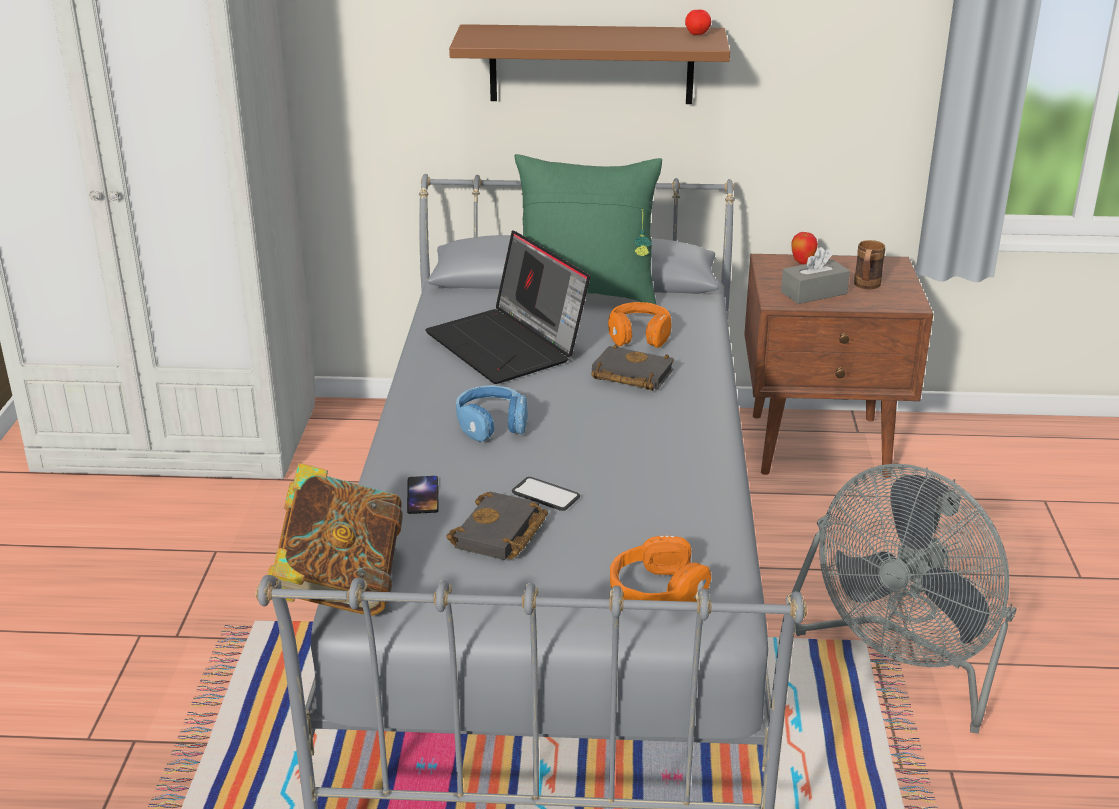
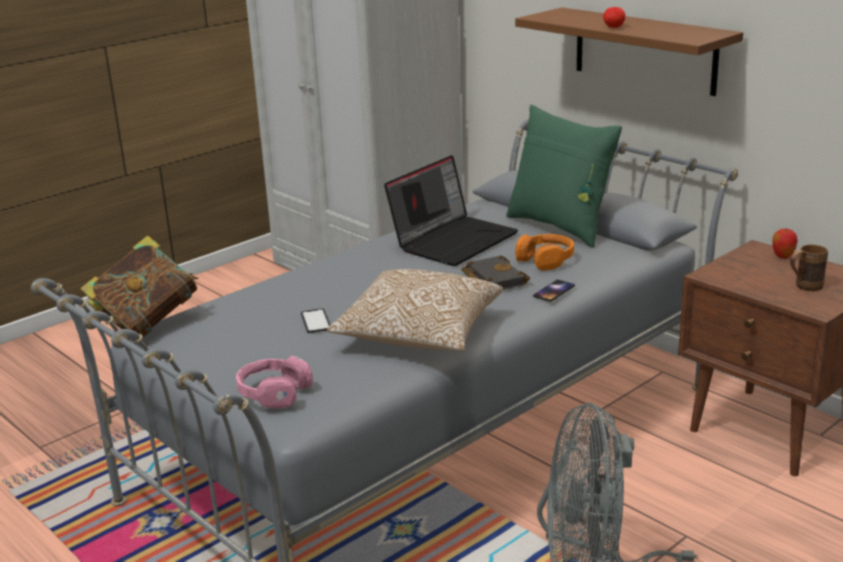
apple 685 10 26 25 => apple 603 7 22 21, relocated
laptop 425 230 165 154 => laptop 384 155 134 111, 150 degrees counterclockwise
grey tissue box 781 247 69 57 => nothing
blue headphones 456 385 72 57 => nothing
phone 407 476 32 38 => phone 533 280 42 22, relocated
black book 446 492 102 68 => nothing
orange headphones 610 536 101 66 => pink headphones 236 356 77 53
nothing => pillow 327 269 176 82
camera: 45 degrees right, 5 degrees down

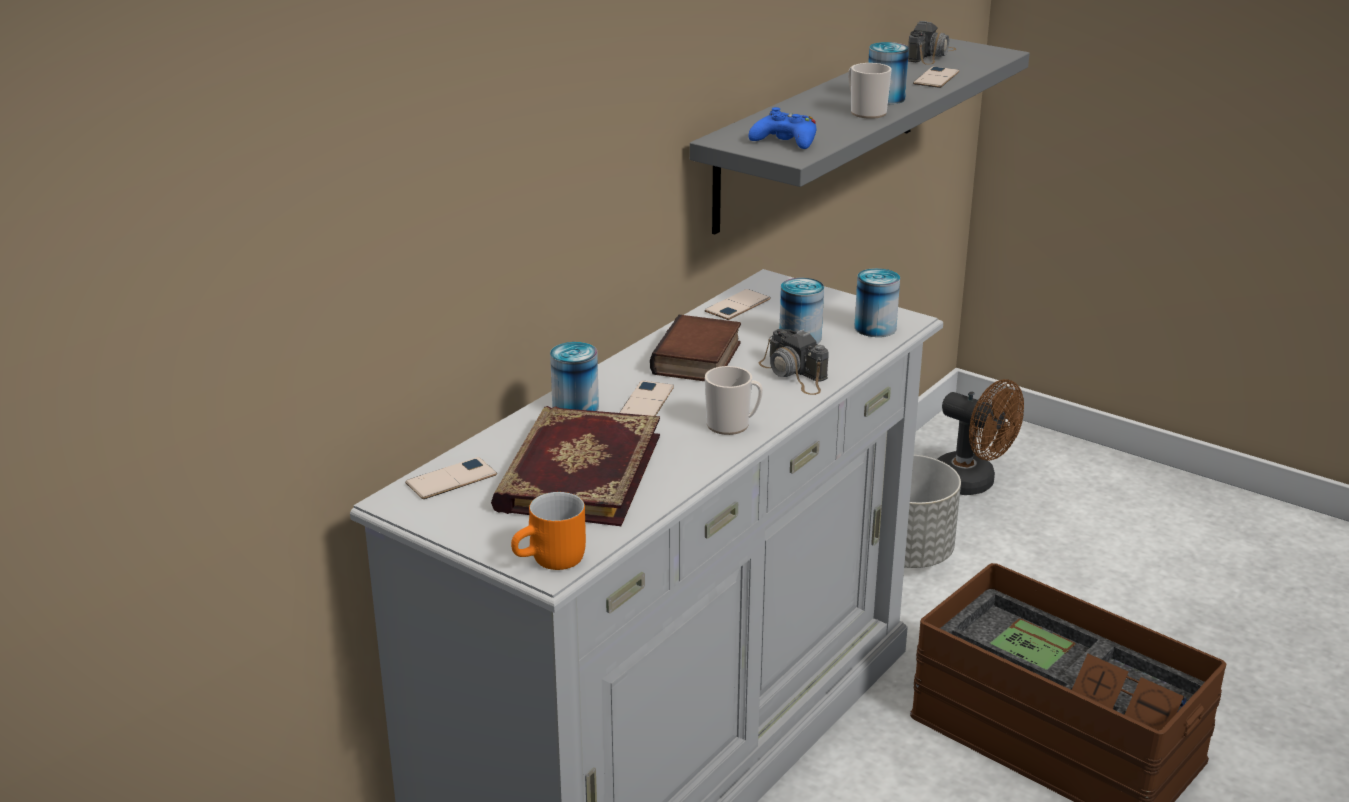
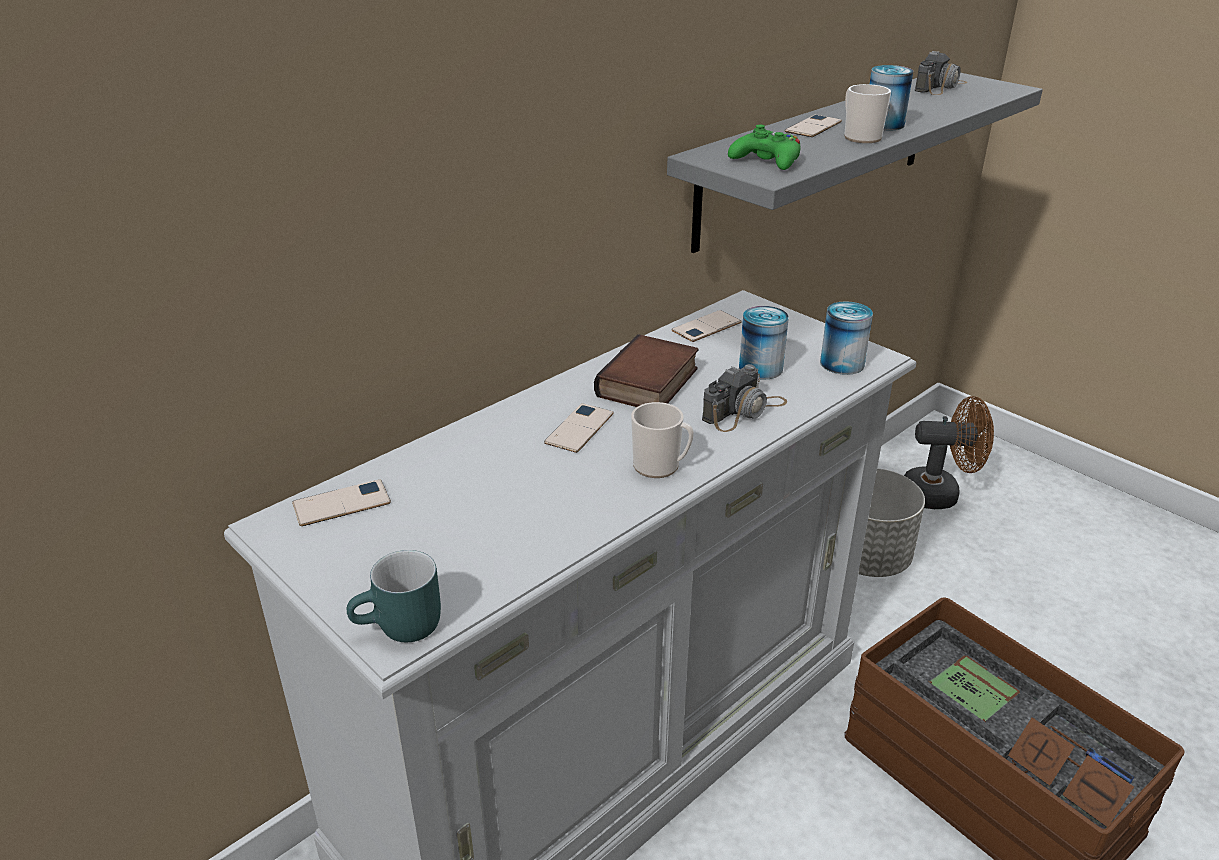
phone 913 66 46 22 => phone 785 115 57 22, relocated
blue game controller 749 107 67 42 => green game controller 728 125 72 45
photo camera 758 329 71 66 => photo camera 702 364 85 68, 105 degrees counterclockwise
can 550 342 49 69 => nothing
brown fan 937 379 87 116 => brown fan 904 396 90 113, 45 degrees counterclockwise
book 491 406 169 120 => nothing
orange mug 511 492 75 78 => turquoise mug 346 550 95 93
camera: 10 degrees right, 5 degrees up

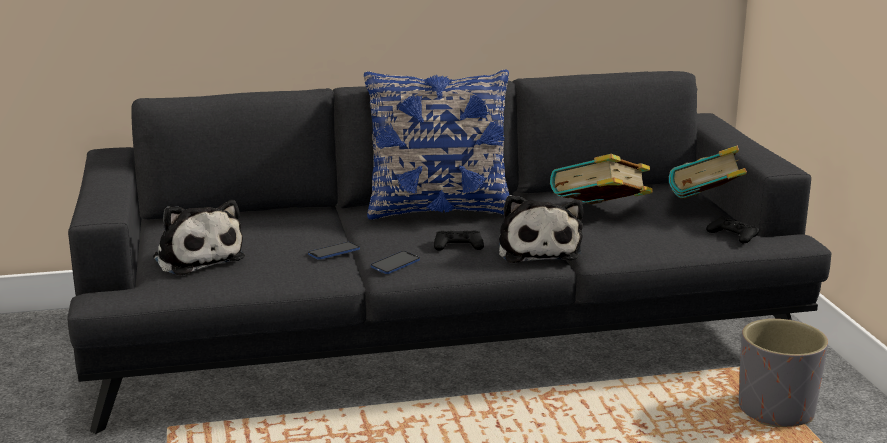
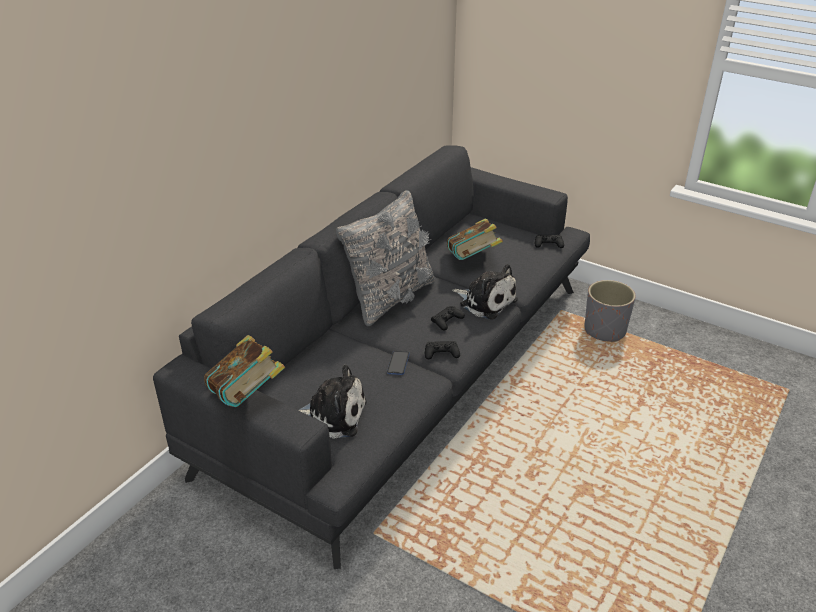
blue pillow 364 70 145 150 => grey pillow 336 190 99 136
book 669 146 78 53 => book 204 335 81 72, relocated
phone 371 251 49 23 => black game controller 425 341 35 18
camera: 45 degrees left, 15 degrees up

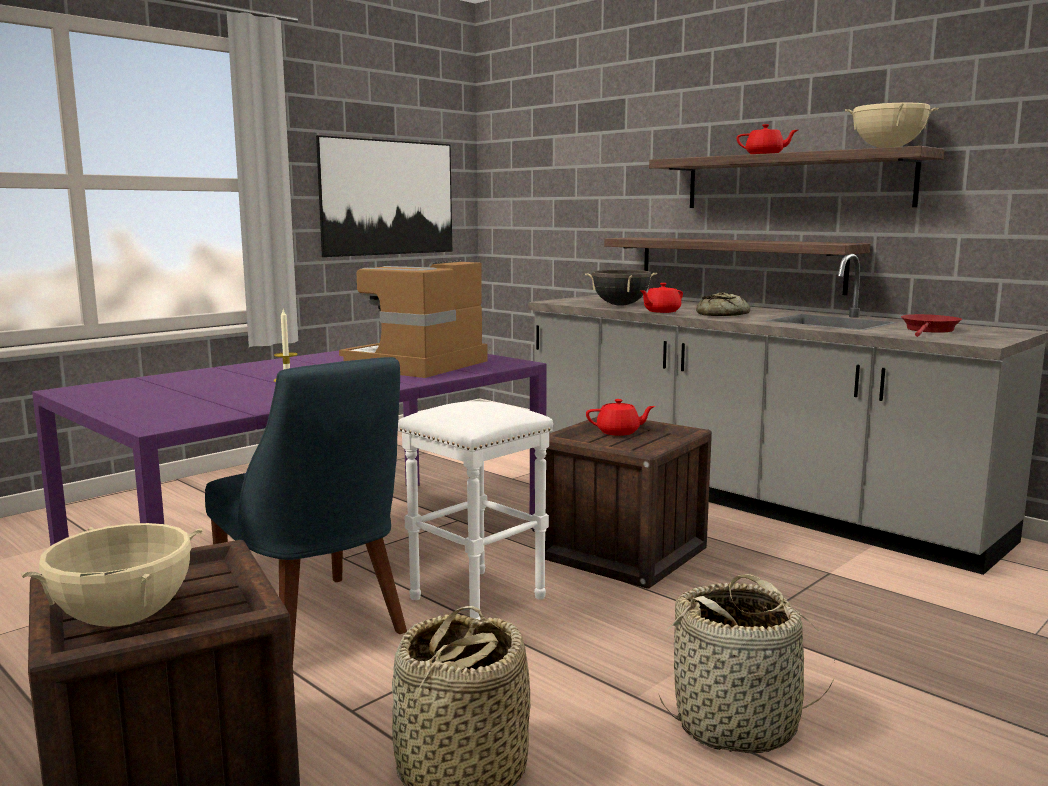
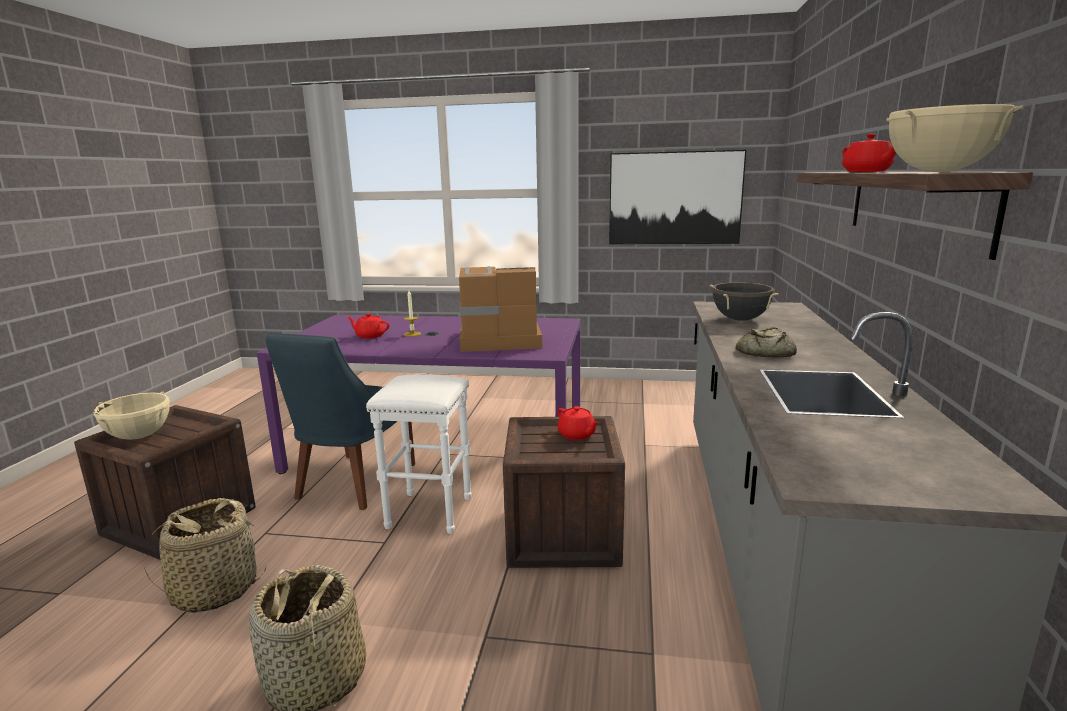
shelf 604 237 266 58 => nothing
red teapot 641 283 42 30 => red teapot 347 313 43 26, relocated
red frying pan 901 314 61 23 => nothing
camera: 55 degrees right, 5 degrees up

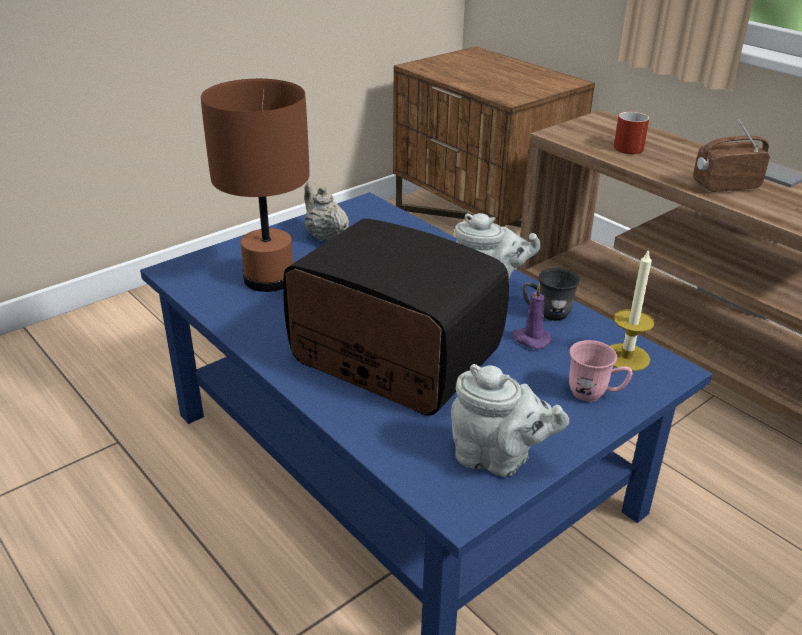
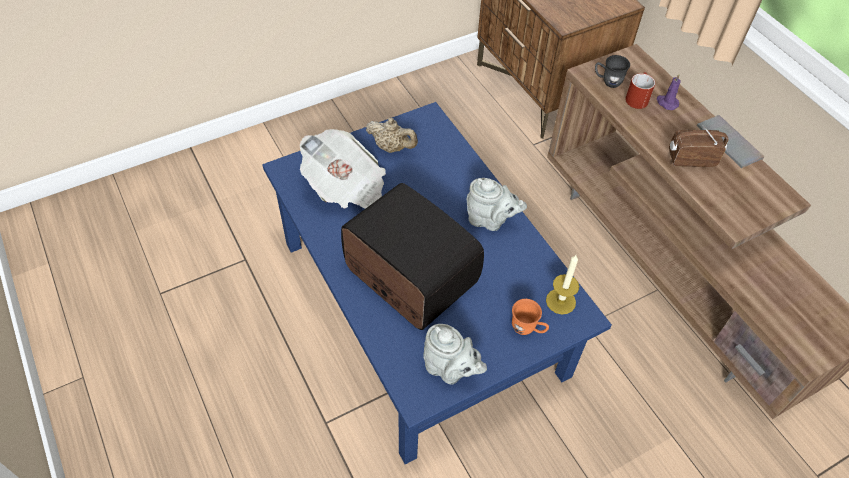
brown table lamp 201 79 108 213 => newspaper 300 129 86 80
beige teapot 304 181 45 60 => beige teapot 366 118 52 35, 135 degrees clockwise
grey mug 522 268 58 53 => grey mug 595 55 35 33, relocated
purple candle 513 283 39 66 => purple candle 657 74 23 36, relocated
pink mug 569 340 64 61 => orange mug 512 299 37 36
camera: 10 degrees right, 20 degrees up

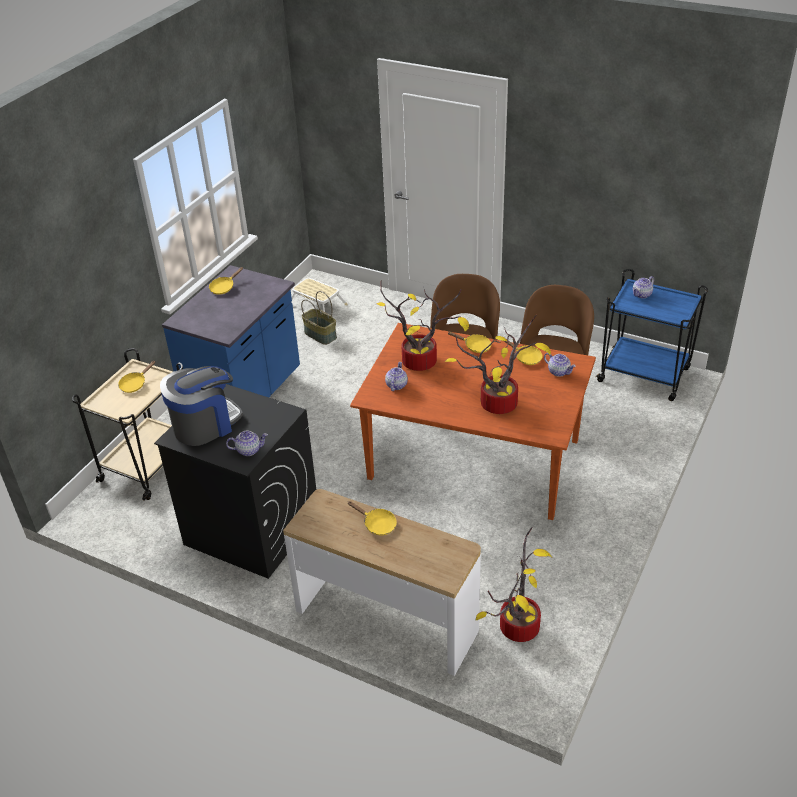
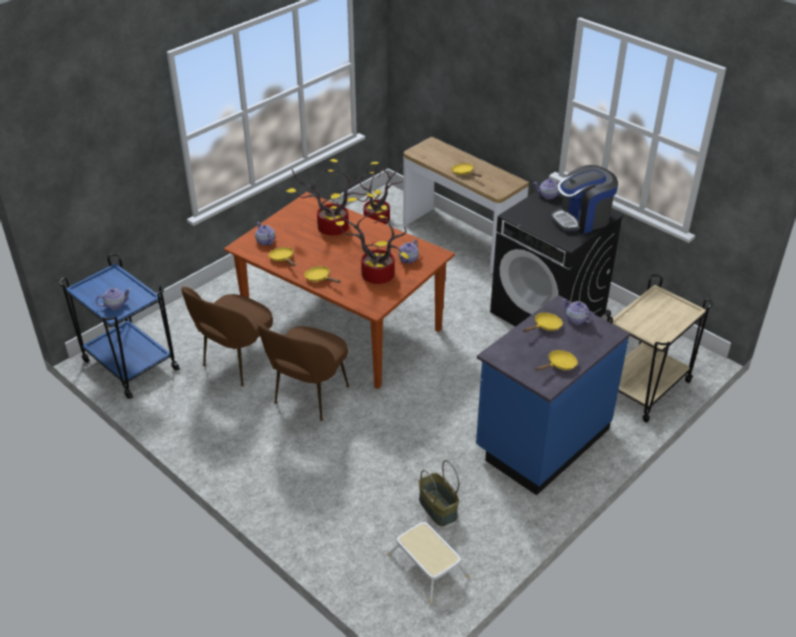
yellow frying pan 118 361 37 32 => yellow frying pan 523 313 40 19, relocated
nothing => teapot 563 299 31 26
camera: 165 degrees left, 0 degrees up

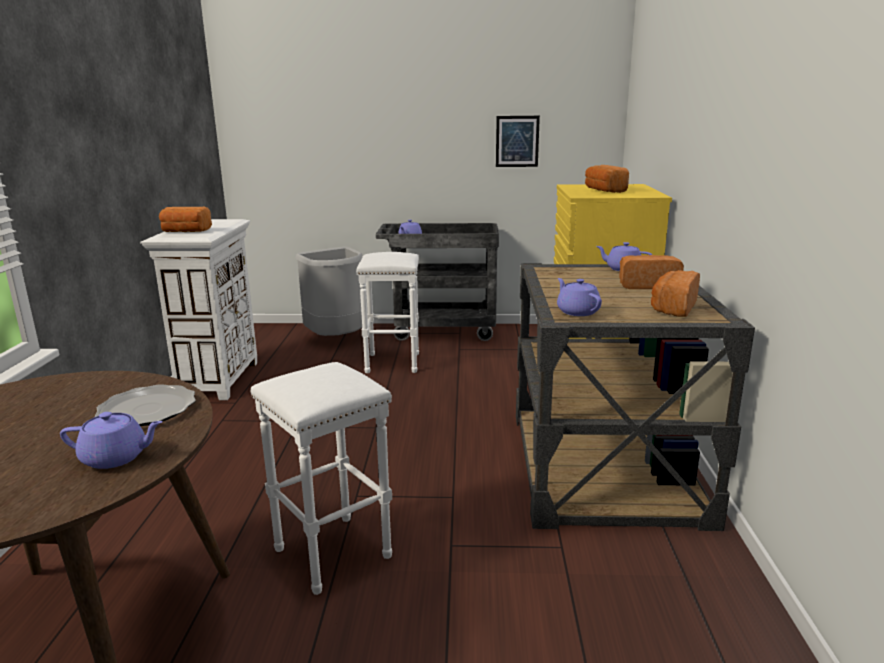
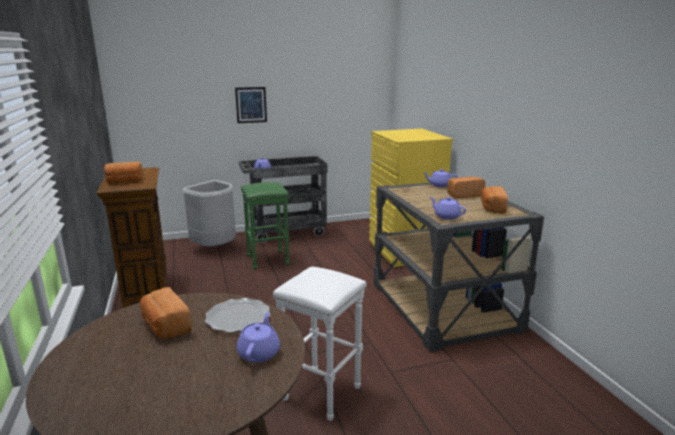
picture 496 116 44 51 => picture 235 87 32 36, relocated
bread 585 165 44 28 => bread 140 287 52 52, relocated
white cabinet 140 219 117 181 => brown cabinet 96 167 71 141
white stool 356 252 63 121 => green stool 241 182 49 88
purple teapot 60 412 103 57 => purple teapot 237 312 43 51, 60 degrees counterclockwise
camera: 20 degrees left, 0 degrees up

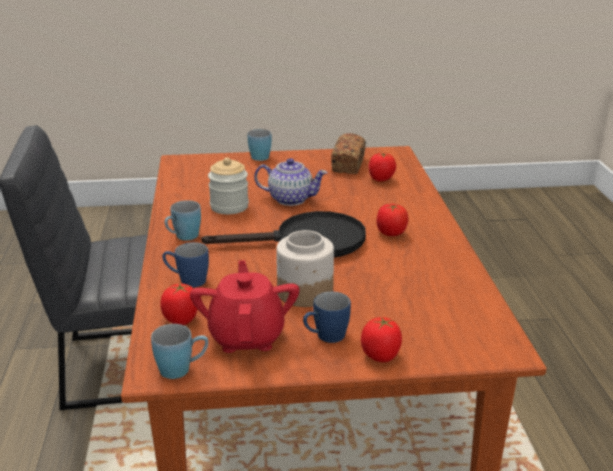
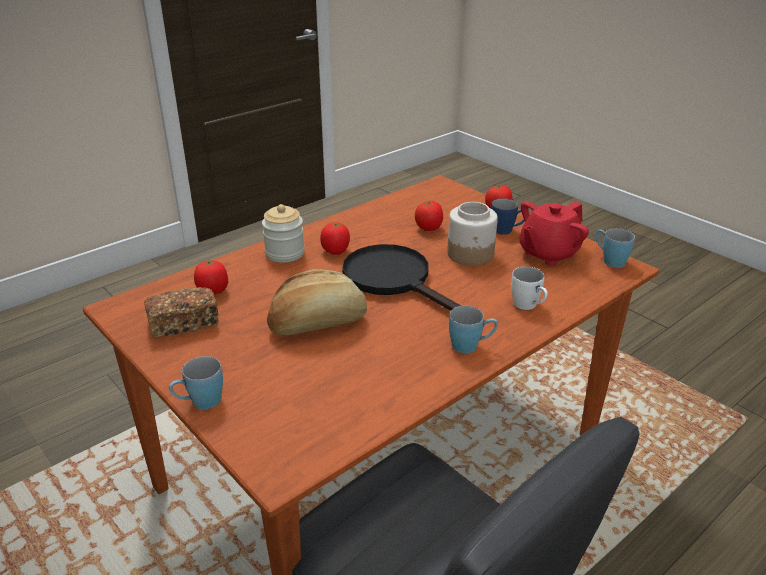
jar 208 157 41 57 => jar 262 204 43 59, relocated
teapot 254 158 74 48 => bread 267 269 100 66
blue mug 162 242 47 45 => white mug 511 266 37 44
tomato 160 284 38 41 => tomato 415 200 28 31, relocated
camera: 125 degrees left, 5 degrees up

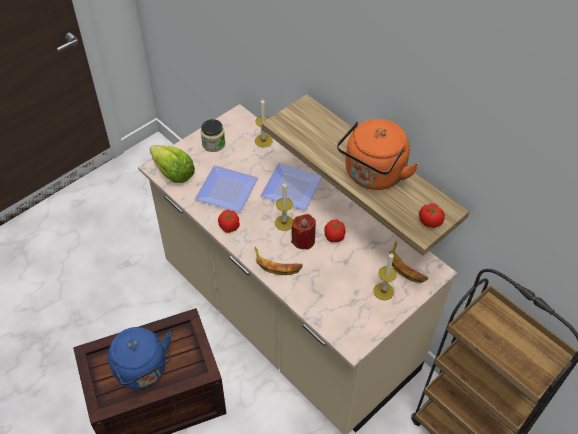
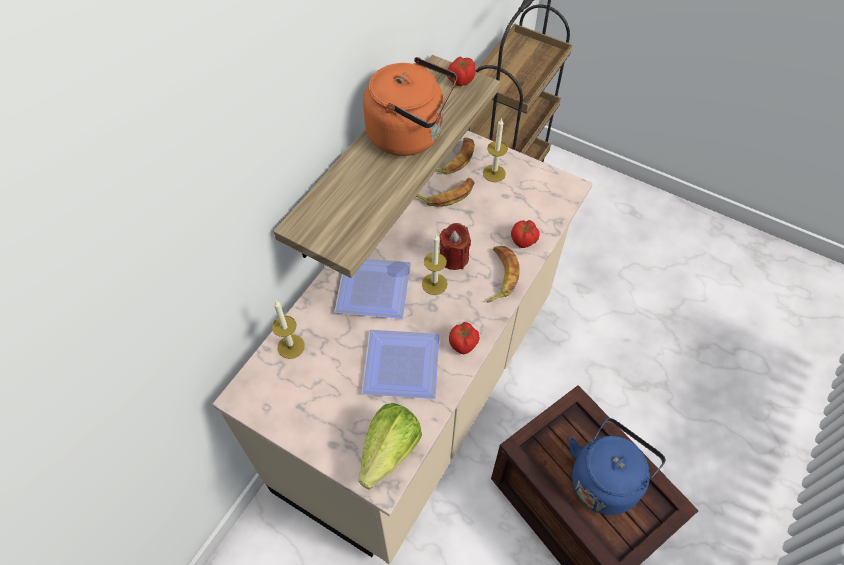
jar 201 119 24 33 => nothing
tomato 324 219 22 23 => tomato 511 220 29 28, relocated
nothing => banana 416 178 58 29
camera: 105 degrees left, 5 degrees up

